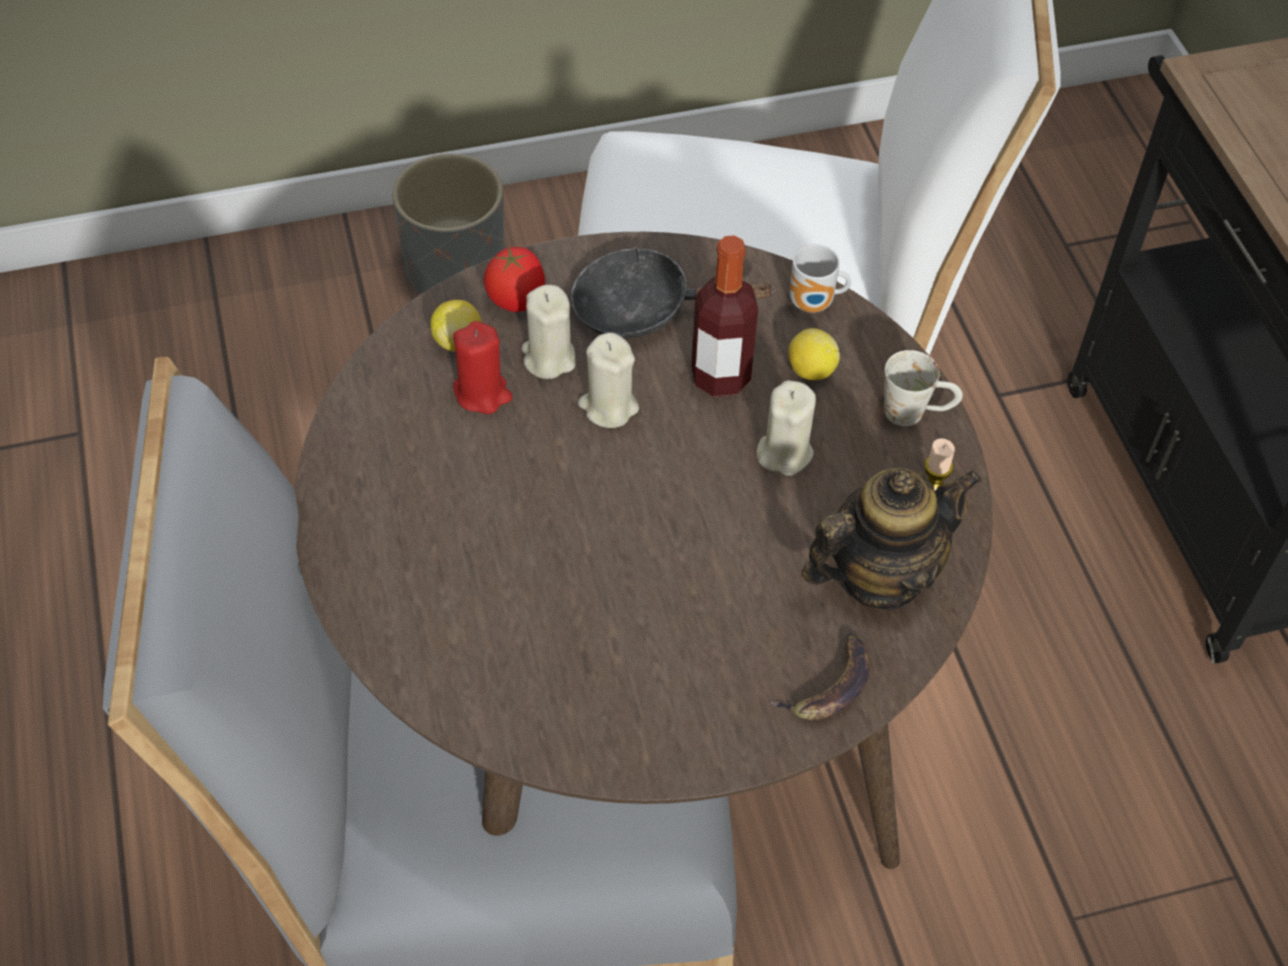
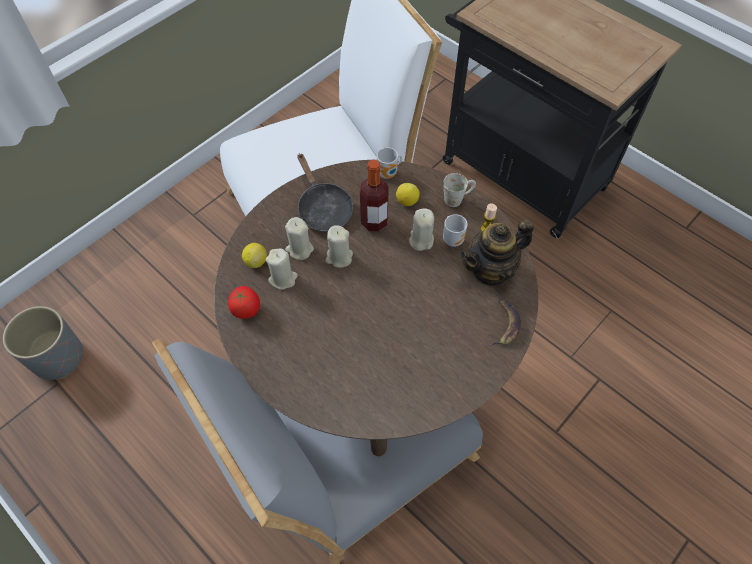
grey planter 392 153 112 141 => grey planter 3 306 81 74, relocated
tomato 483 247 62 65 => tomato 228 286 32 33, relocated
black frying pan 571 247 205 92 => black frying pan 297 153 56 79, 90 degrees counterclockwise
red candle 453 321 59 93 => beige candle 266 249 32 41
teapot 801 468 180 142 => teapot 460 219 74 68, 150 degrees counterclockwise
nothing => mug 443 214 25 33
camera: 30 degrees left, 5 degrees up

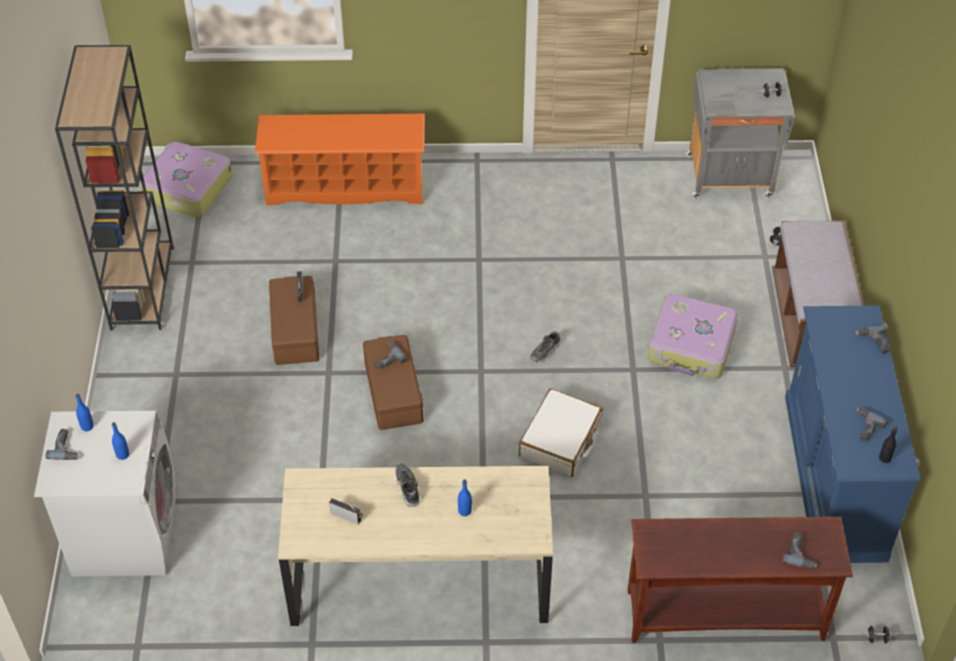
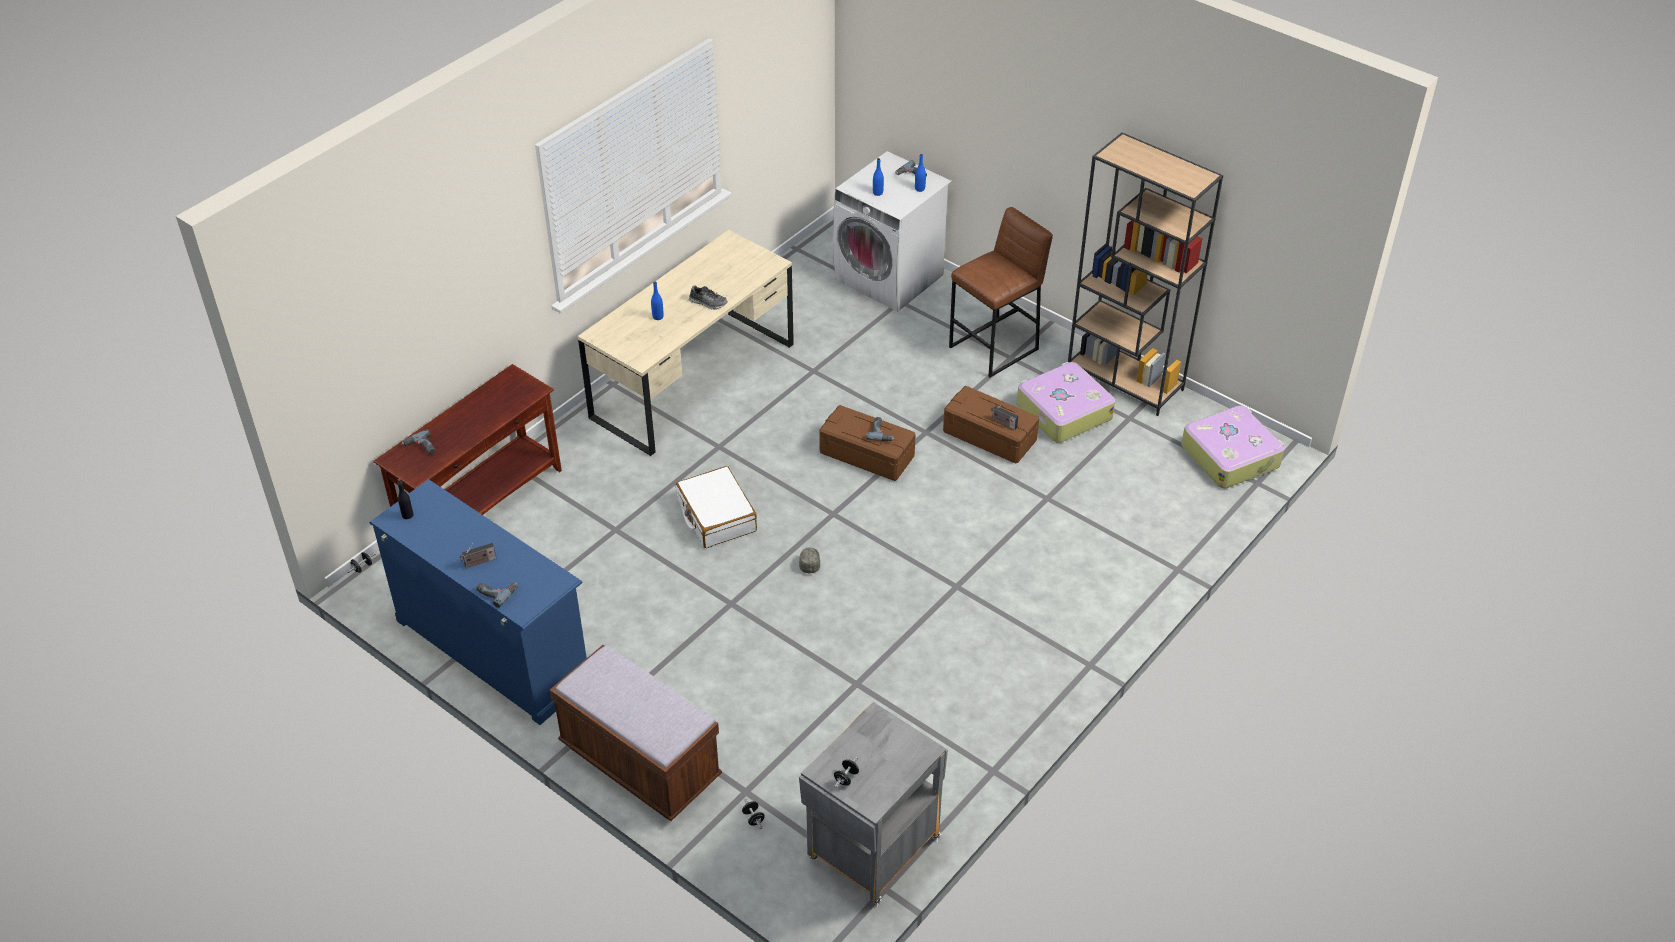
orange shoe rack 255 114 170 92 => nothing
suitcase 648 294 90 85 => suitcase 1017 362 98 81, relocated
shoe 530 331 31 32 => grey cap 799 547 21 26
power drill 856 407 32 35 => nothing
radio 329 499 34 25 => radio 460 543 36 25, relocated
nothing => brown stool 949 207 104 170
camera: 130 degrees right, 5 degrees down

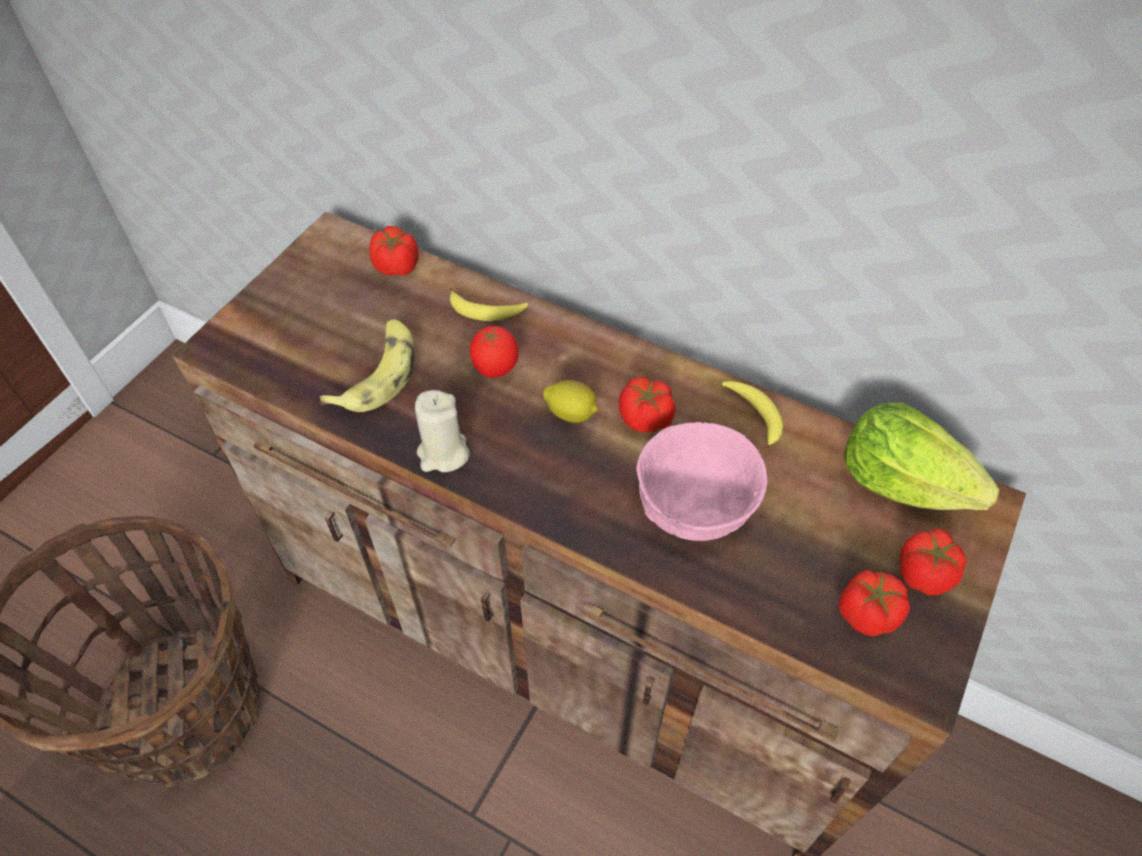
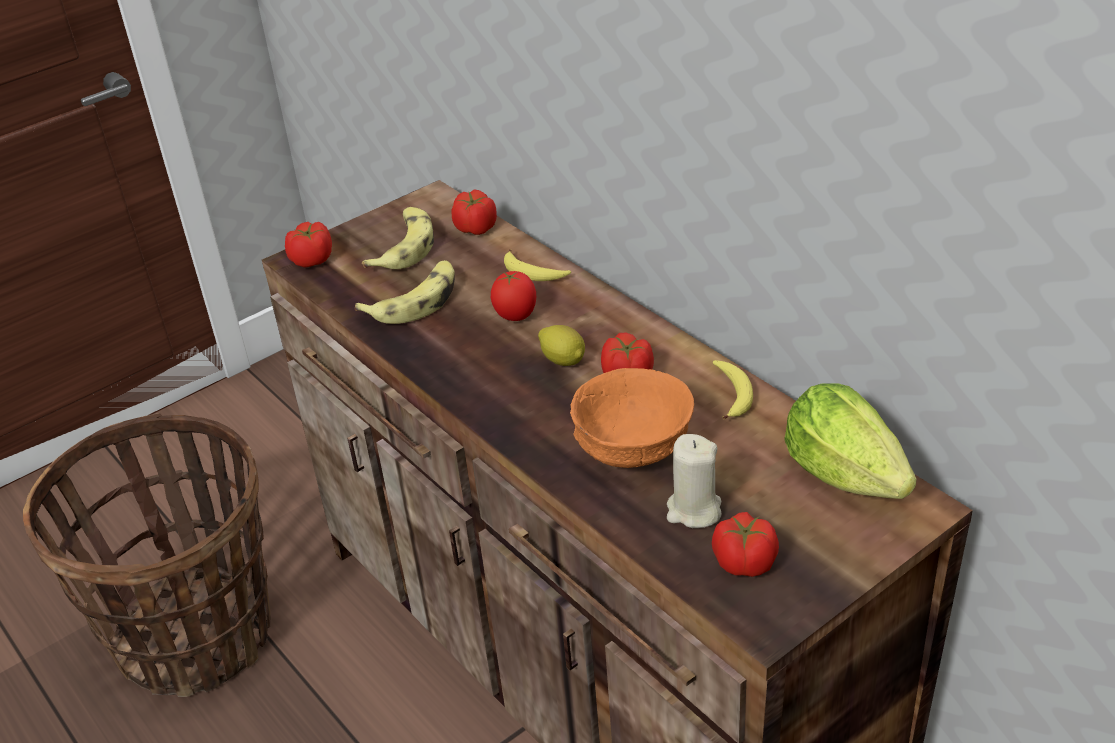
beige candle 415 390 55 82 => beige candle 667 434 54 94, relocated
pink bowl 636 422 132 119 => orange bowl 570 368 124 100
tomato 900 528 66 67 => tomato 285 222 47 45, relocated
nothing => banana 362 207 72 62
camera: 25 degrees right, 15 degrees down

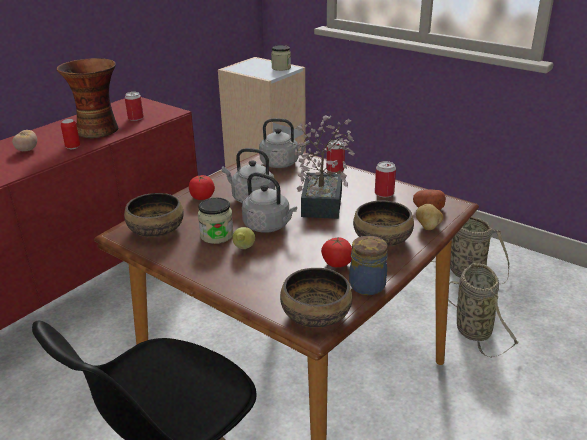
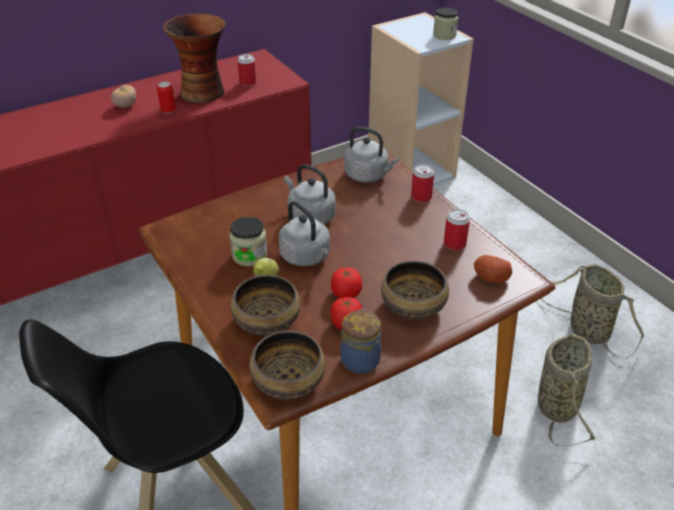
potted plant 289 115 66 104 => nothing
tomato 189 175 26 25 => tomato 331 267 31 31, relocated
bowl 124 193 60 44 => bowl 231 275 69 61, relocated
potato 416 204 27 26 => nothing
camera: 20 degrees right, 10 degrees up

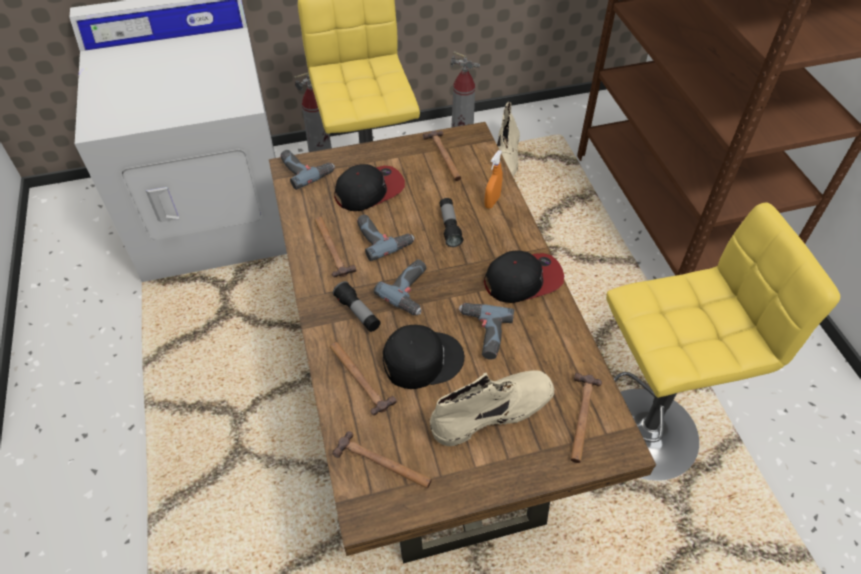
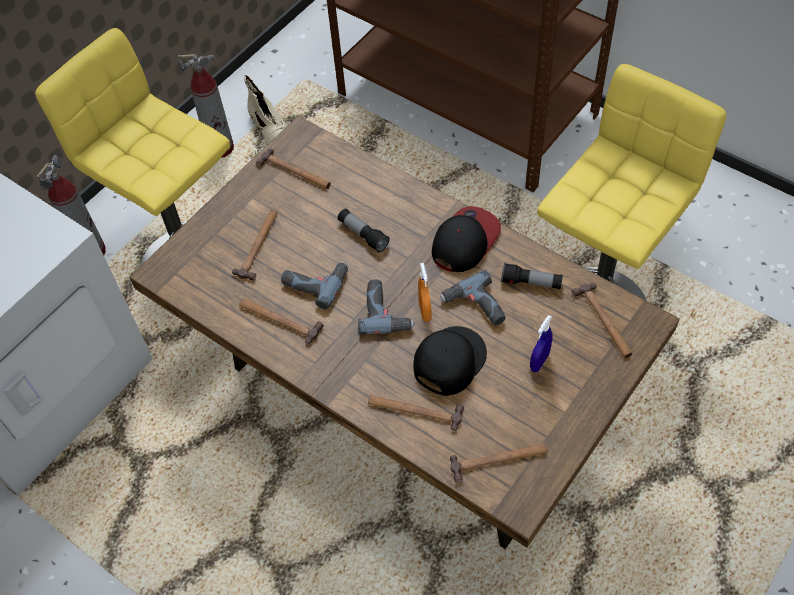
power drill 280 150 55 40 => nothing
orange spray bottle 484 150 19 59 => orange spray bottle 418 263 14 59, relocated
cap 334 164 71 47 => hammer 232 210 45 71
flashlight 333 281 48 51 => flashlight 501 263 62 26, relocated
beige boot 430 370 124 76 => blue spray bottle 530 315 23 57
camera: 35 degrees left, 5 degrees up

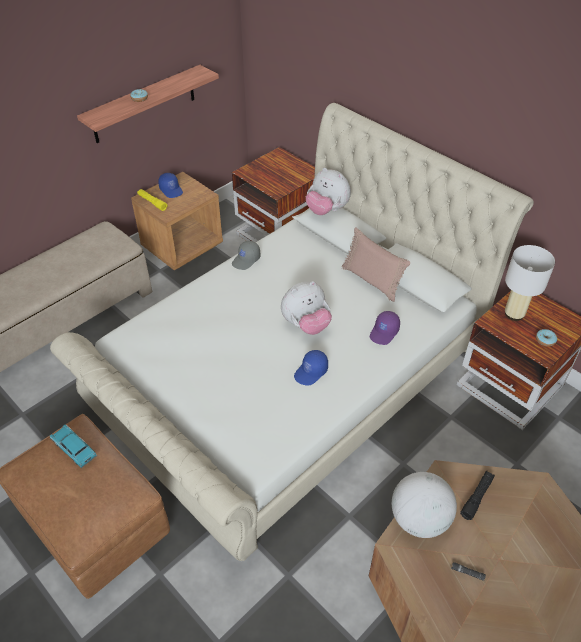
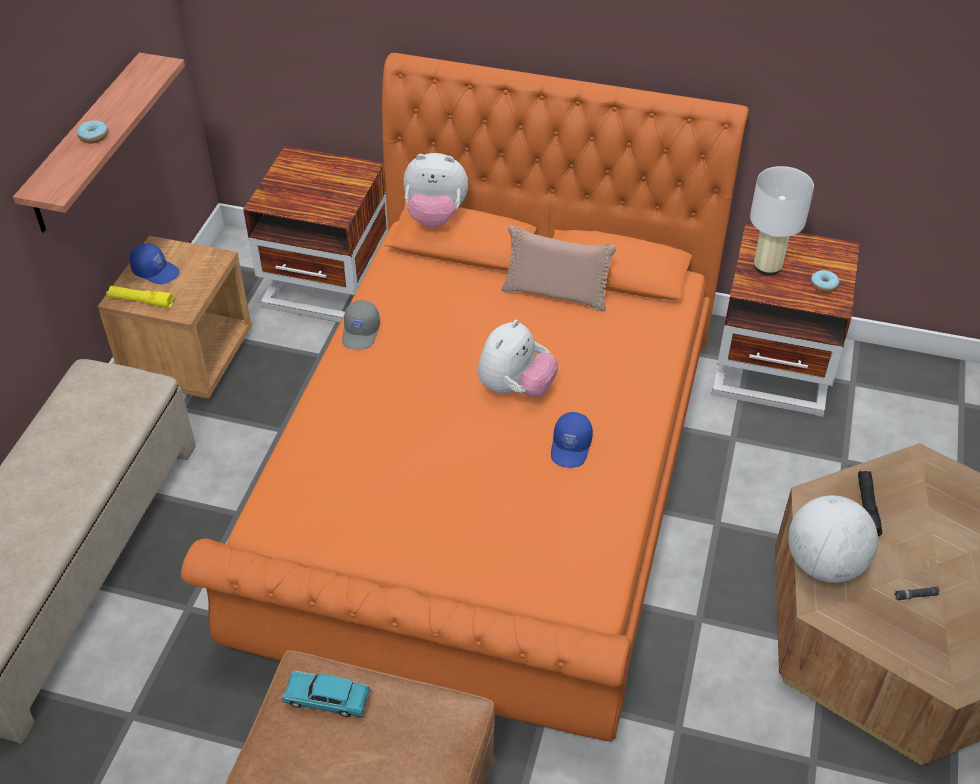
beige bed 50 103 484 458 => orange bed 181 53 568 689
purple cap 370 311 30 34 => nothing
camera: 30 degrees left, 0 degrees up

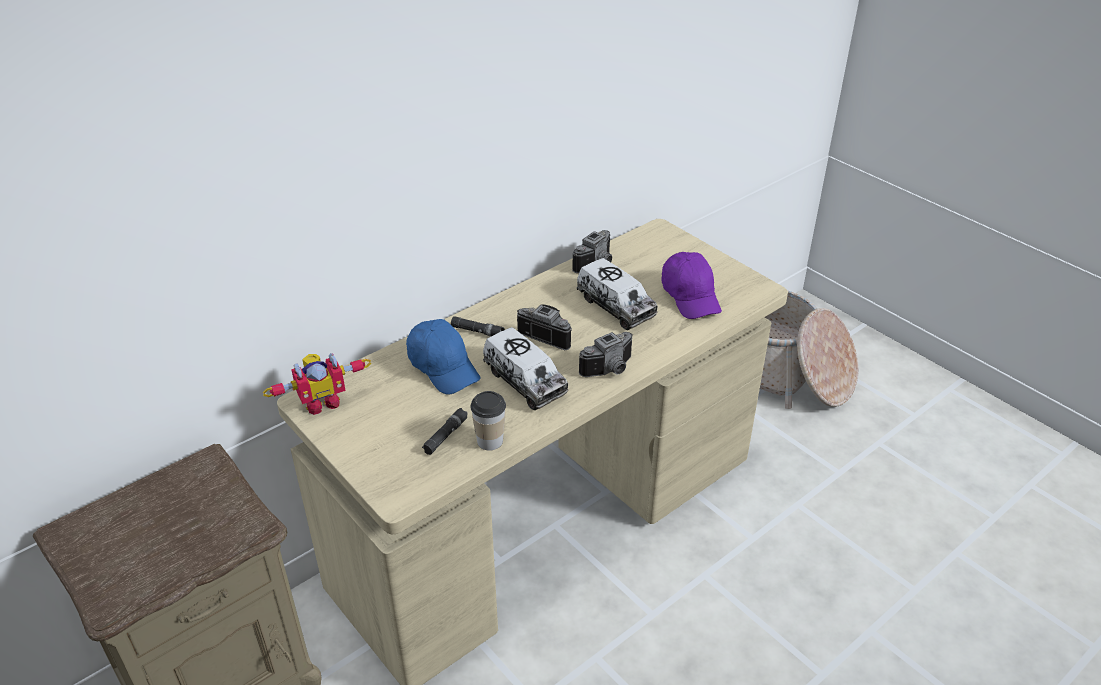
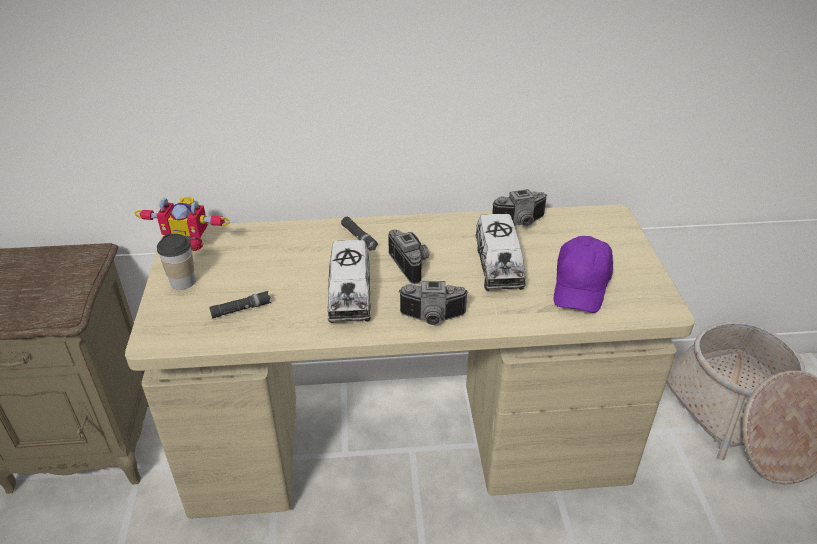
blue cap 406 319 75 76 => nothing
cup 470 391 36 60 => cup 157 234 38 56, relocated
camera: 35 degrees right, 0 degrees up

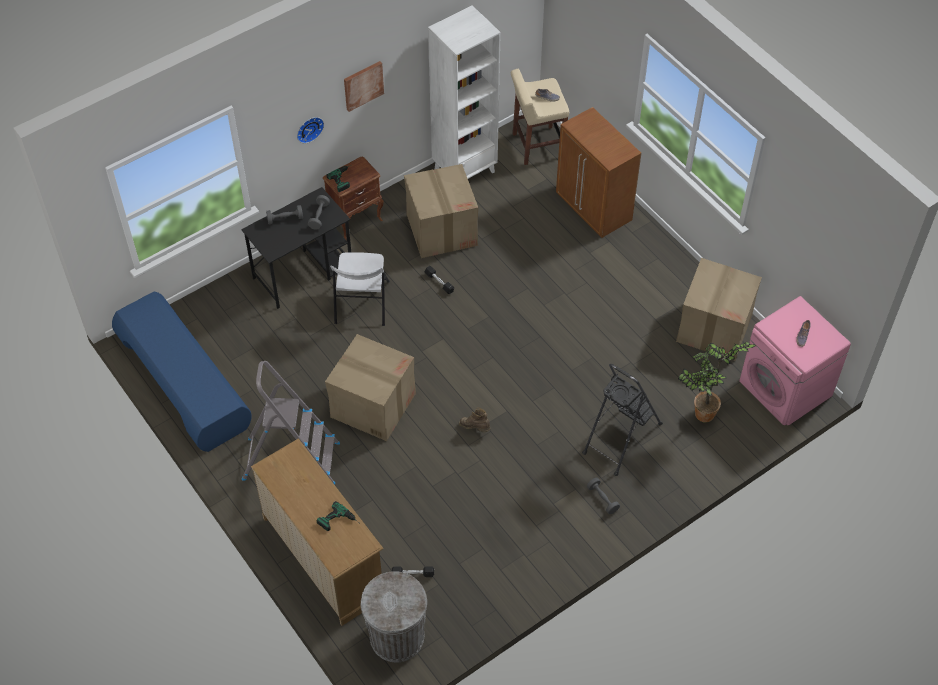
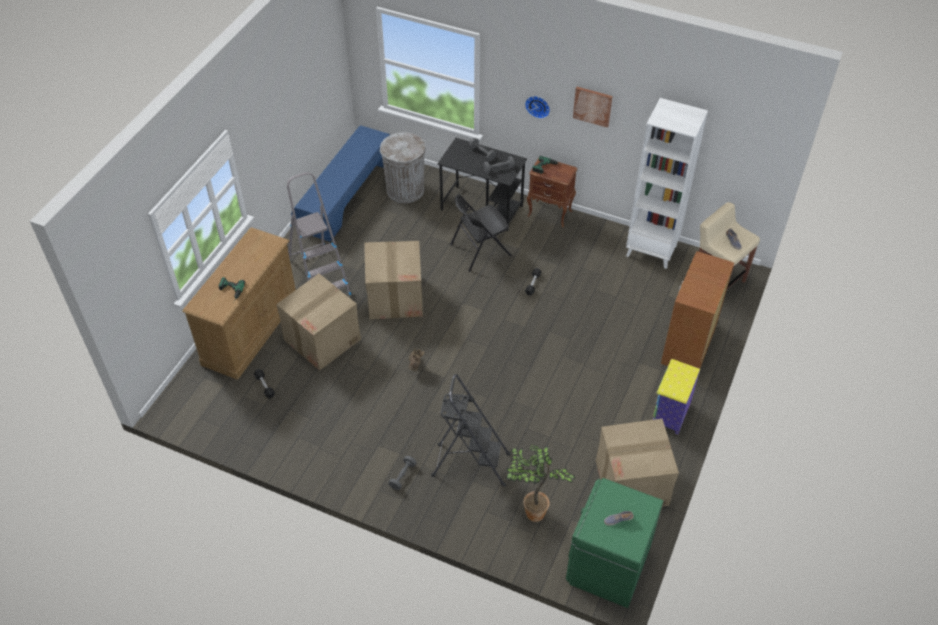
cardboard box 404 164 74 94 => cardboard box 276 274 85 96, relocated
white chair 330 252 60 74 => black chair 450 194 62 78
pink washing machine 739 296 112 129 => green washing machine 566 478 98 130
grey trash can 361 571 66 91 => grey trash can 380 132 46 71, relocated
nothing => nightstand 653 359 47 76
camera: 60 degrees right, 5 degrees down

